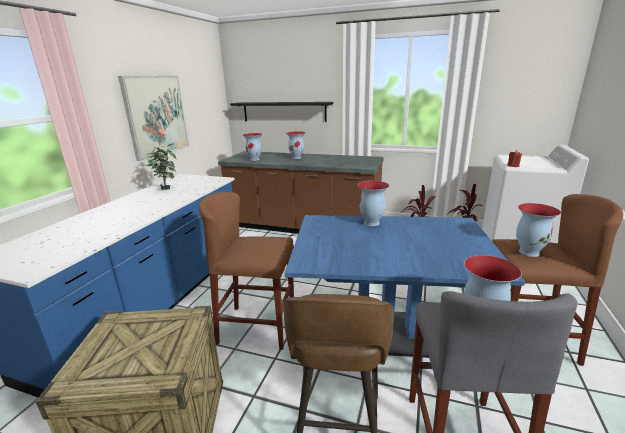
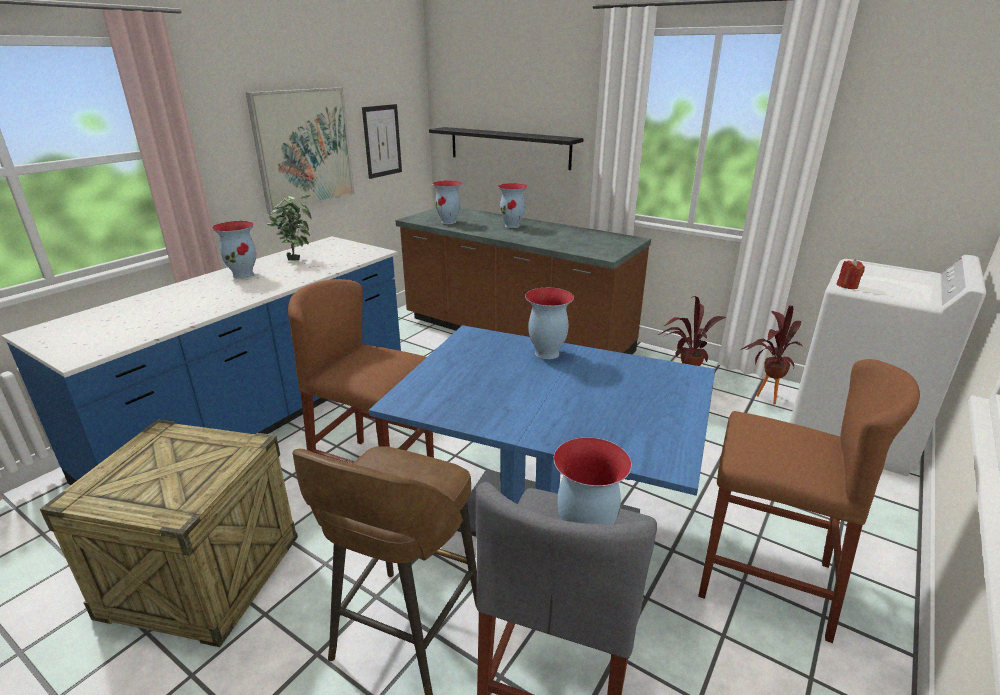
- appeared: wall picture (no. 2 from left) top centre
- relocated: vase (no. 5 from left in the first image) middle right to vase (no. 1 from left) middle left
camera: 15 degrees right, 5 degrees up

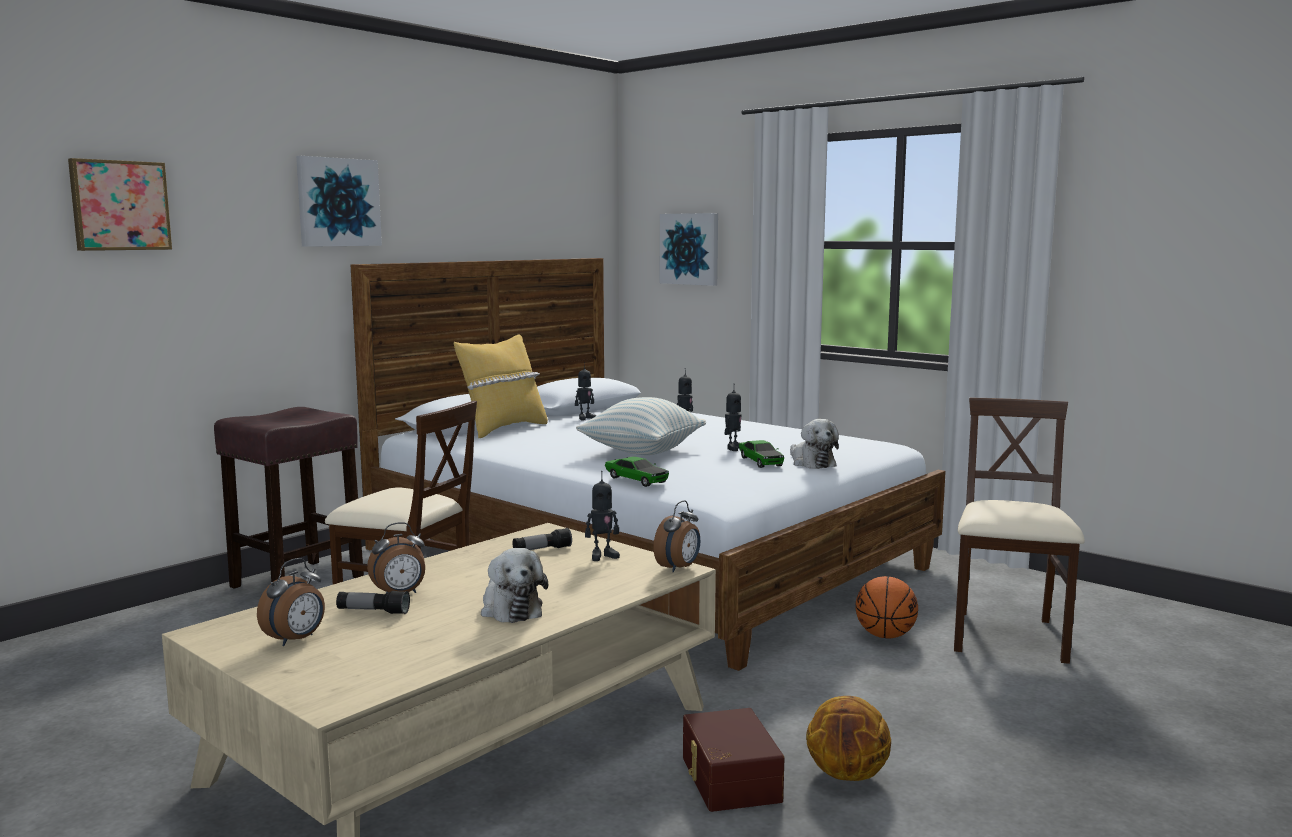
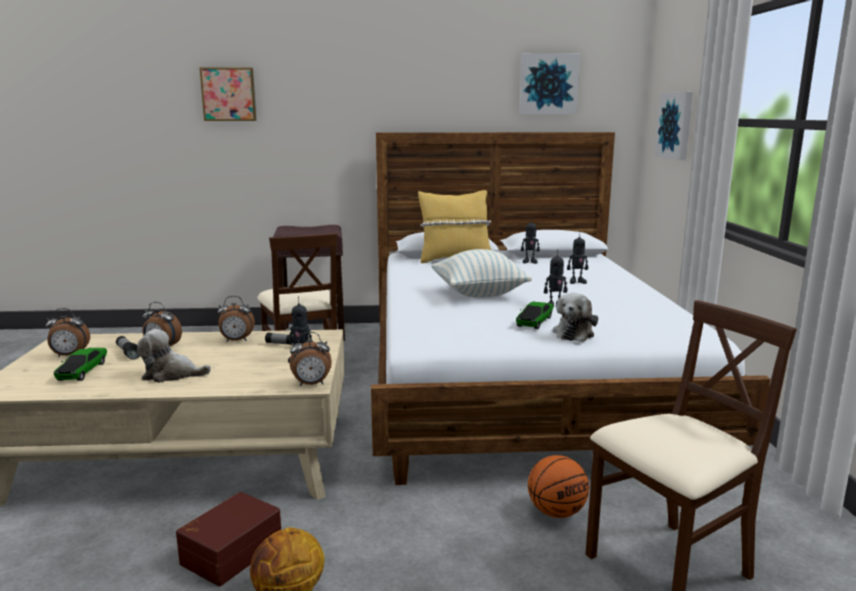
- appeared: table clock (no. 3 from left) middle left
- relocated: wall picture (no. 2 from left) top left to top centre
- relocated: miniature car (no. 1 from left) centre to middle left
- spun: cuddly toy (no. 1 from left) bottom centre = middle left 75 degrees clockwise
camera: 45 degrees right, 5 degrees up

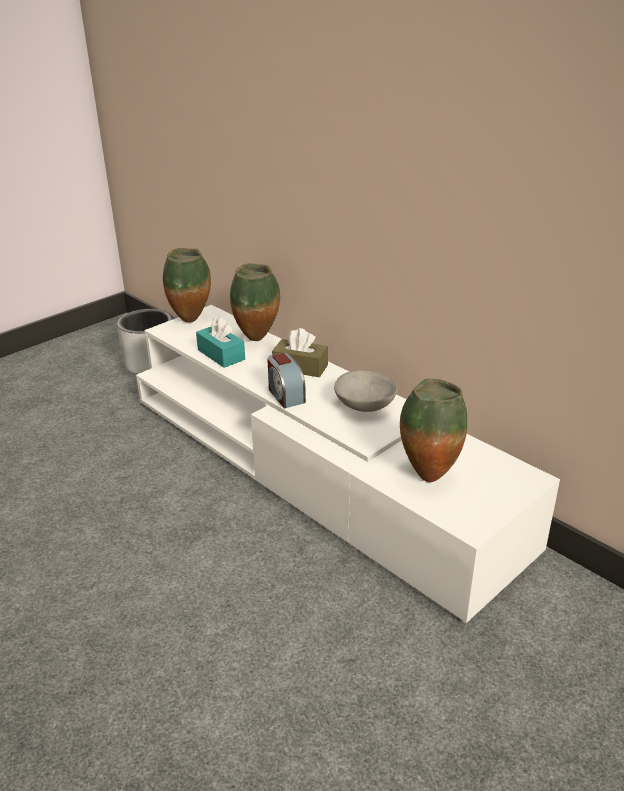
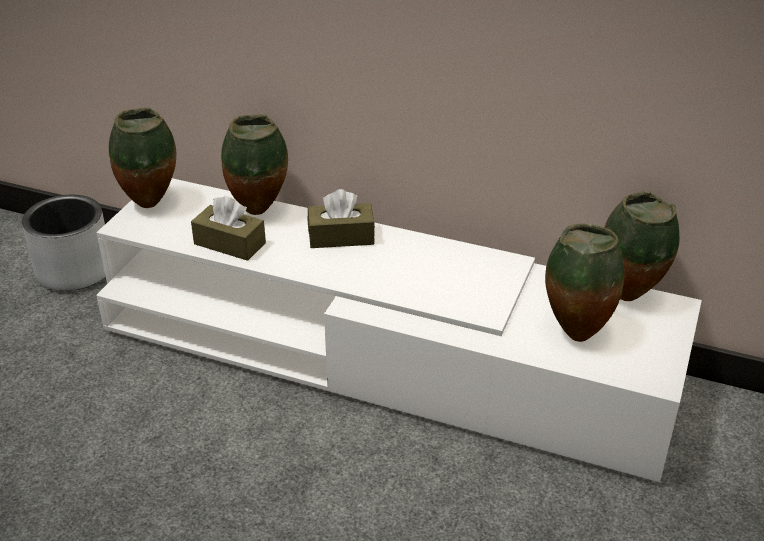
- missing: table clock centre
- missing: serving bowl (grey) centre
- appeared: vase (no. 4 from left) middle right
- colour: tissue holder (blue-green) centre to tissue holder (brown-coloured) (no. 1 from left) middle left
camera: 25 degrees left, 5 degrees up

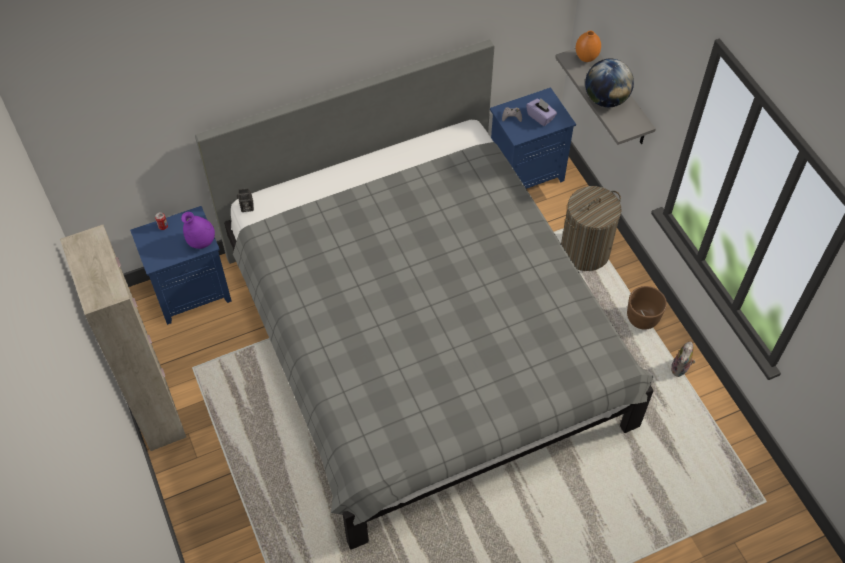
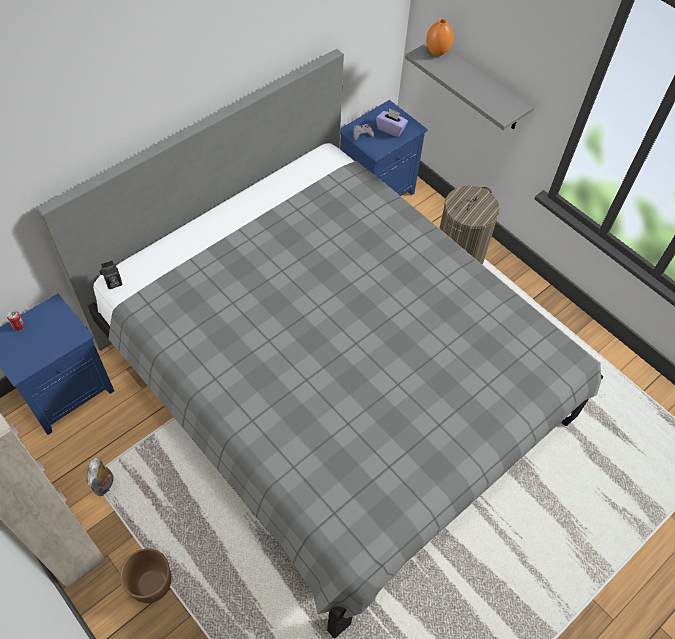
- missing: vase (purplish) middle left
- missing: world globe top right
- relocated: planter (brown-coloured) middle right to bottom left
- relocated: cuddly toy middle right to bottom left
camera: 20 degrees left, 0 degrees up

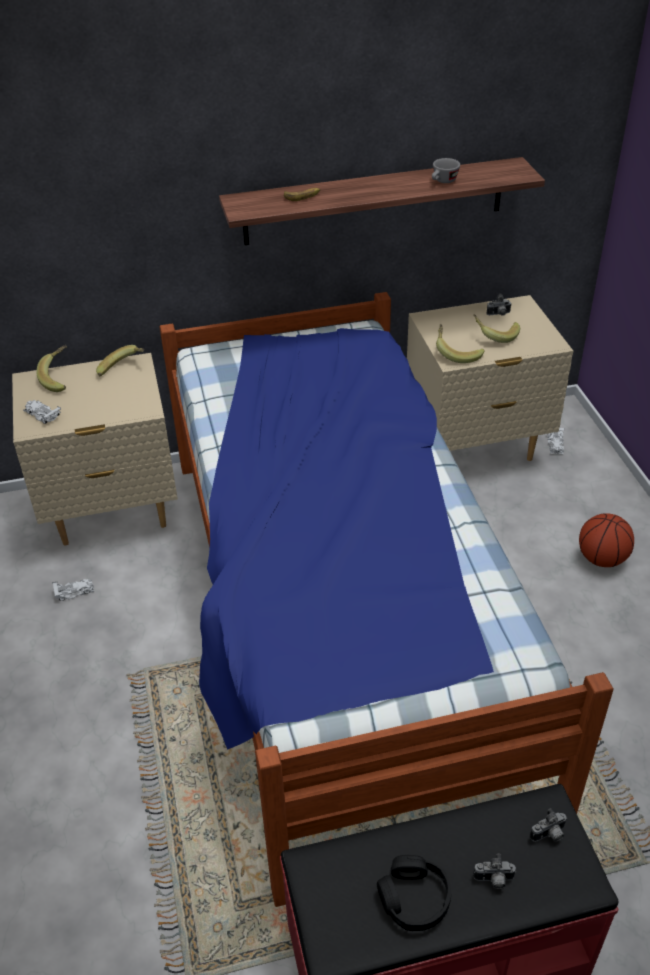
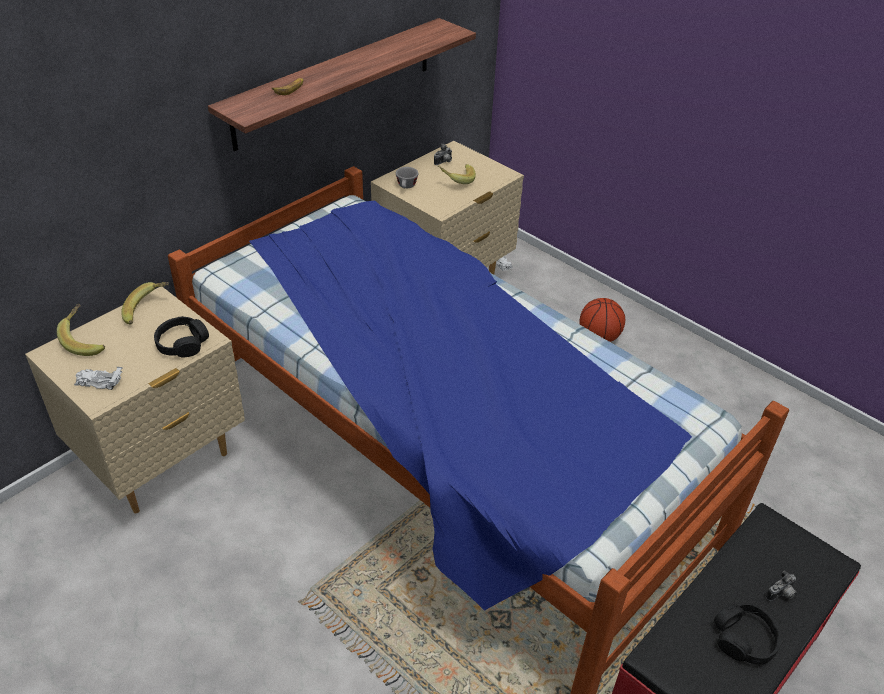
- missing: miniature car (white-coloured) (no. 2 from left) middle left
- missing: whole banana (no. 4 from left) middle right
- missing: photo camera (no. 3 from left) bottom right
- appeared: headphones (black) (no. 1 from left) middle left
- relocated: drinking cup (grey) top right to top centre
camera: 35 degrees left, 0 degrees up

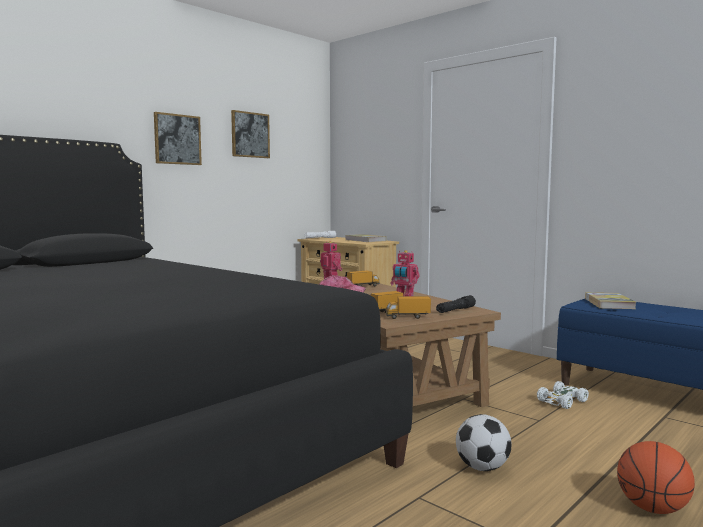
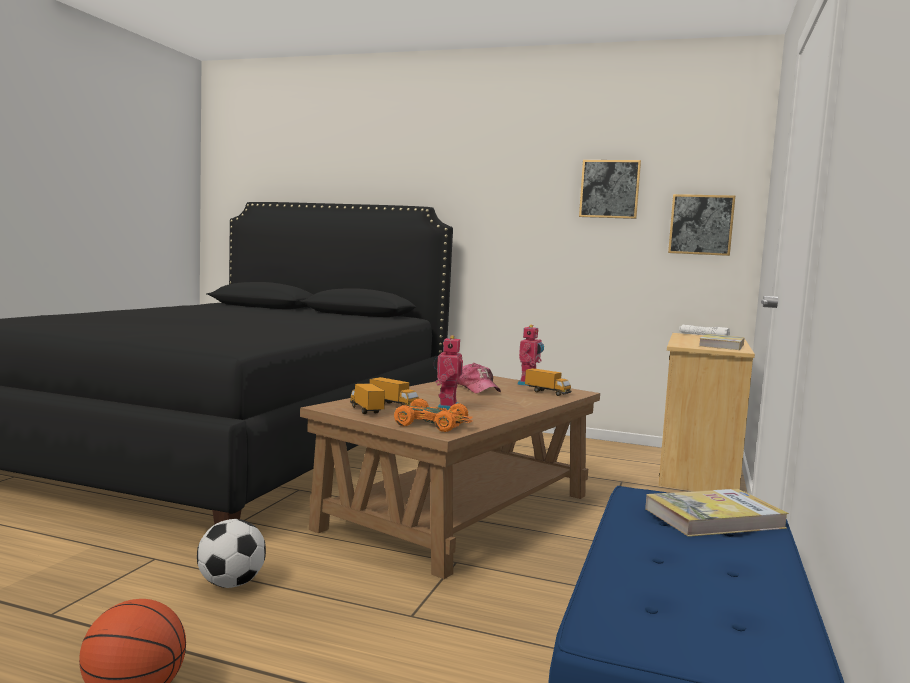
- missing: miniature car (white-coloured) bottom right
- relocated: wall picture (no. 1 from left in the first image) top left to wall picture (no. 2 from left) top right
- exchanged: torch (black) centre to miniature car (orangey) centre
camera: 65 degrees right, 0 degrees up

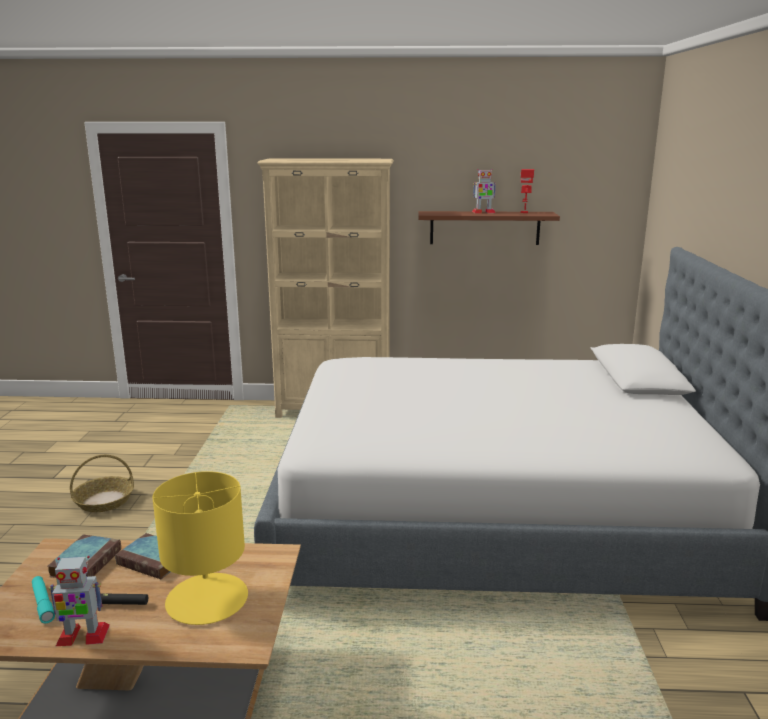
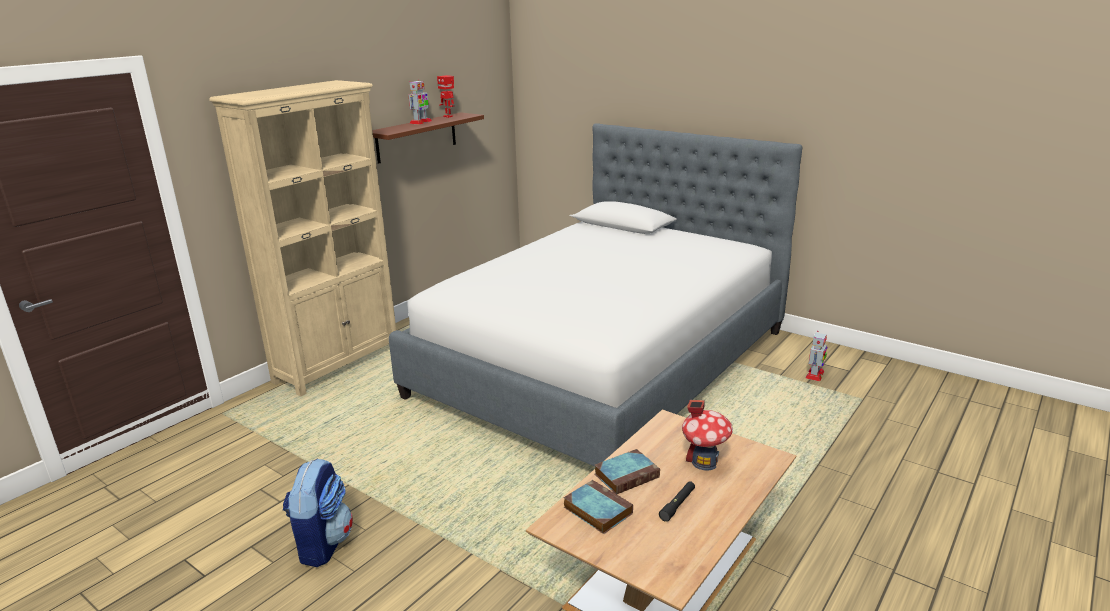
- missing: torch (blue-green) bottom left
- relocated: model robot (no. 1 from left in the first image) bottom left to model robot (no. 3 from left) middle right
- exchanged: household basket bottom left to rucksack bottom left
- exchanged: lamp for a table (yellowish) bottom left to toy house bottom centre
camera: 55 degrees left, 5 degrees up

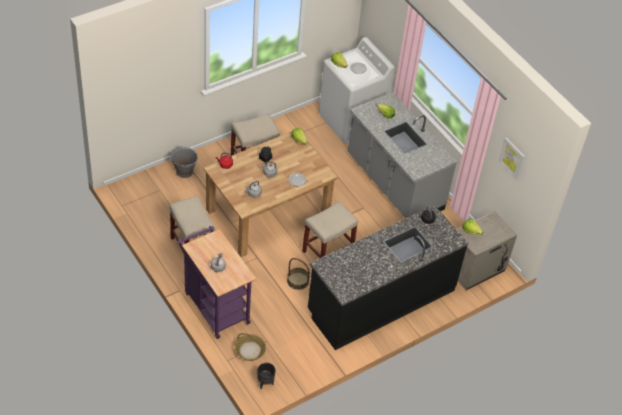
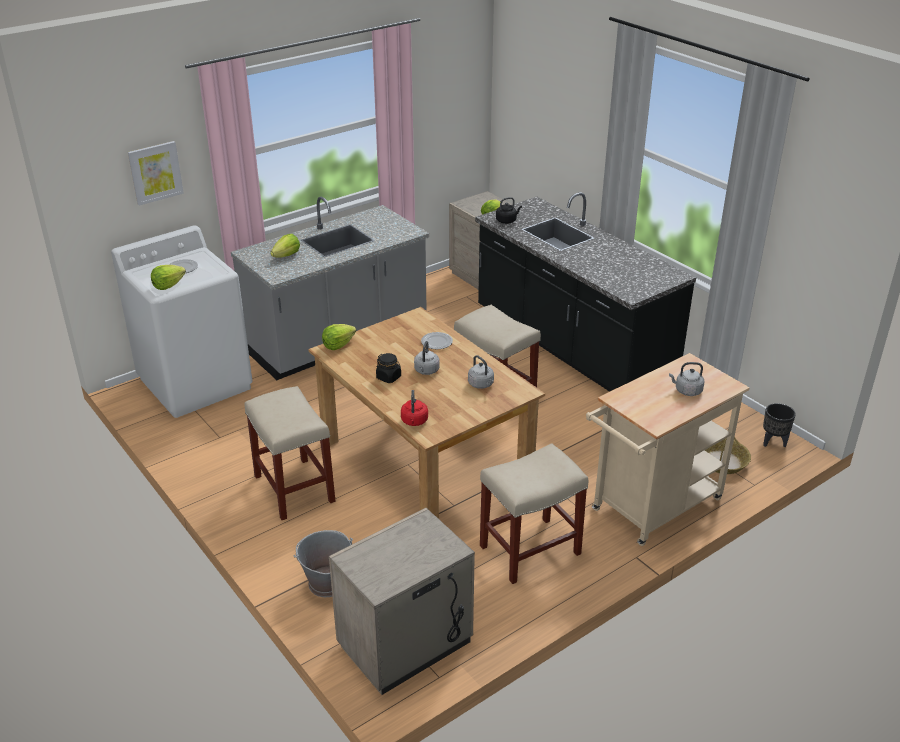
- missing: household basket (no. 2 from left) centre
- appeared: bedside table (sand-coloured) (no. 1 from left) bottom centre
- relocated: wall picture middle right to top left
- colour: trolley (purplish) bottom centre to trolley (sand-coloured) middle right
camera: 90 degrees left, 15 degrees down

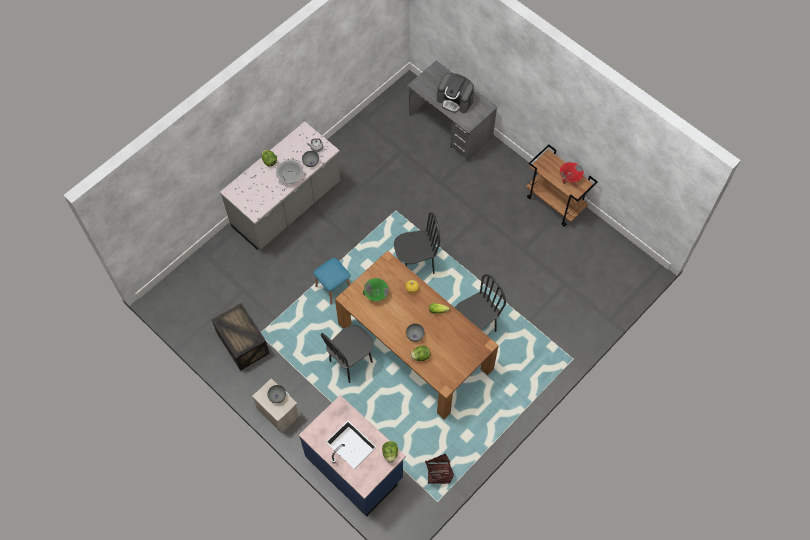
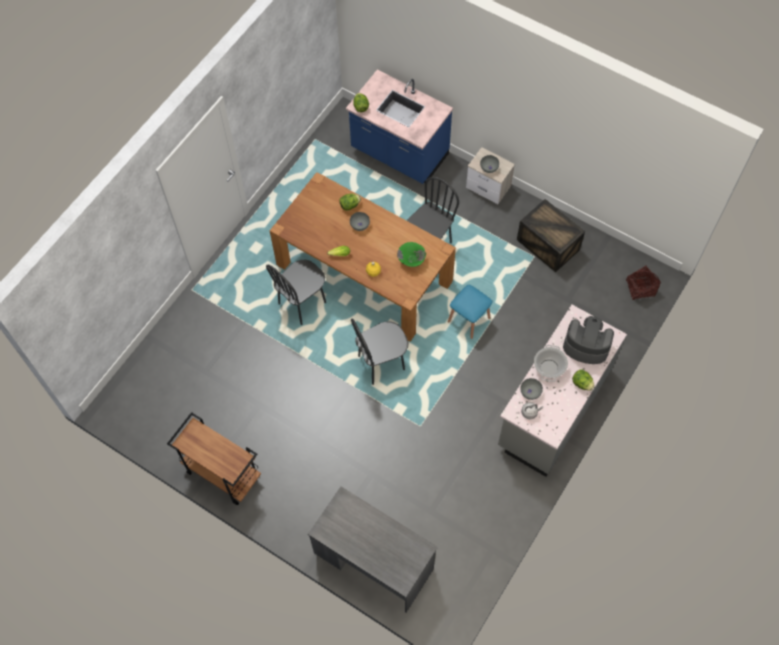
- missing: serving bowl (red-coloured) top right
- relocated: household basket bottom centre to middle right
- relocated: coffee machine top centre to middle right
camera: 170 degrees right, 0 degrees up

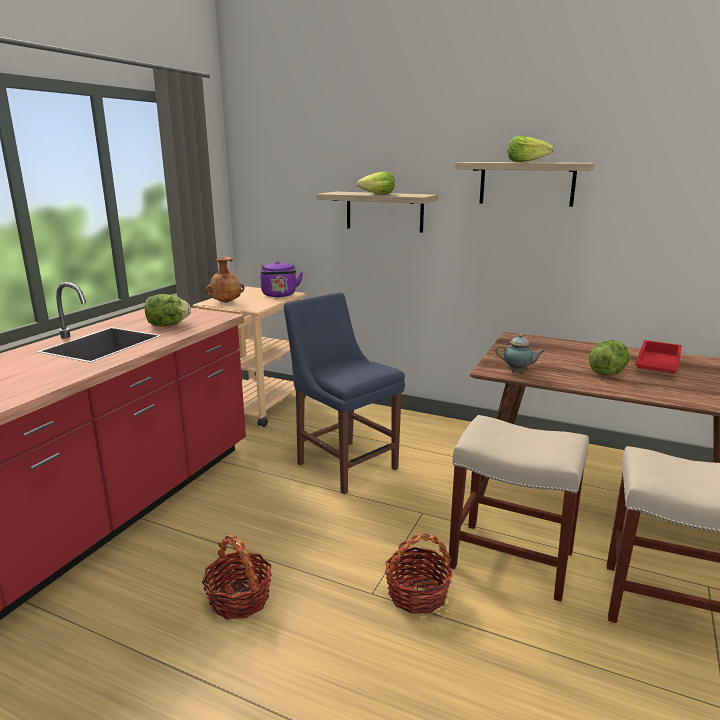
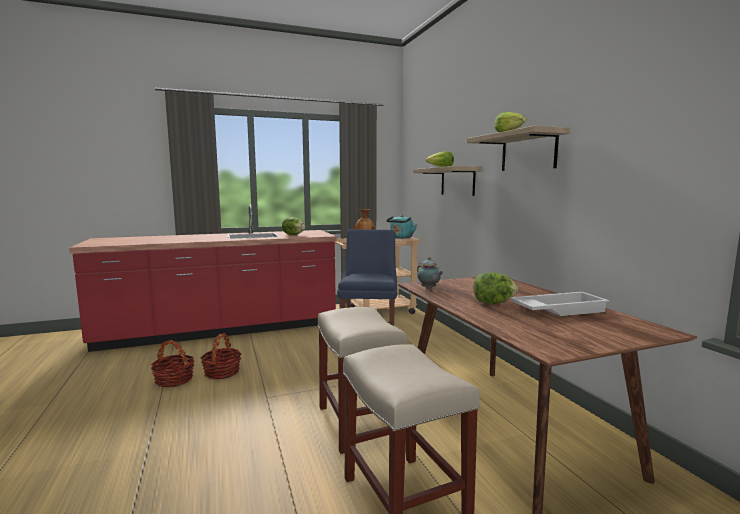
- relocated: household basket (no. 2 from left in the first image) bottom centre to household basket (no. 1 from left) bottom left
- colour: tea kettle (purplish) centre to tea kettle (blue-green) centre
- colour: serving tray (red-coloured) middle right to serving tray (white-coloured) middle right
camera: 45 degrees right, 10 degrees down

